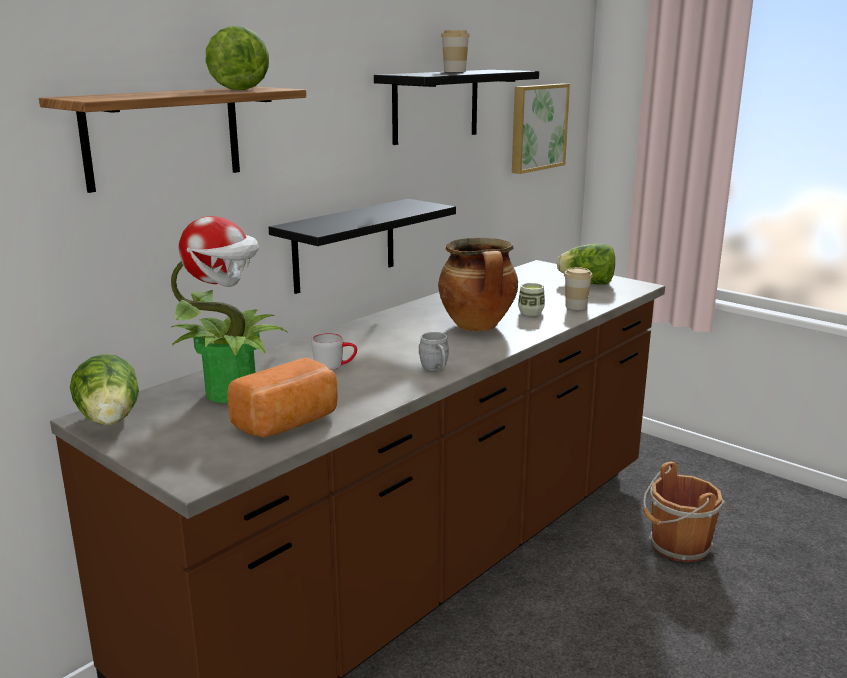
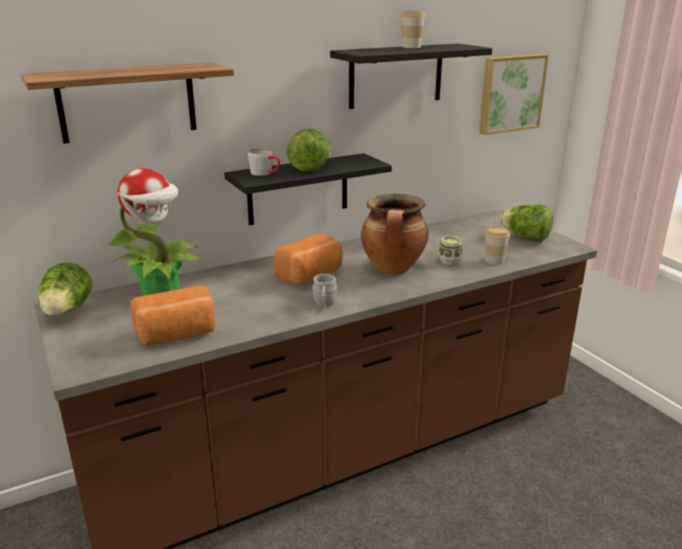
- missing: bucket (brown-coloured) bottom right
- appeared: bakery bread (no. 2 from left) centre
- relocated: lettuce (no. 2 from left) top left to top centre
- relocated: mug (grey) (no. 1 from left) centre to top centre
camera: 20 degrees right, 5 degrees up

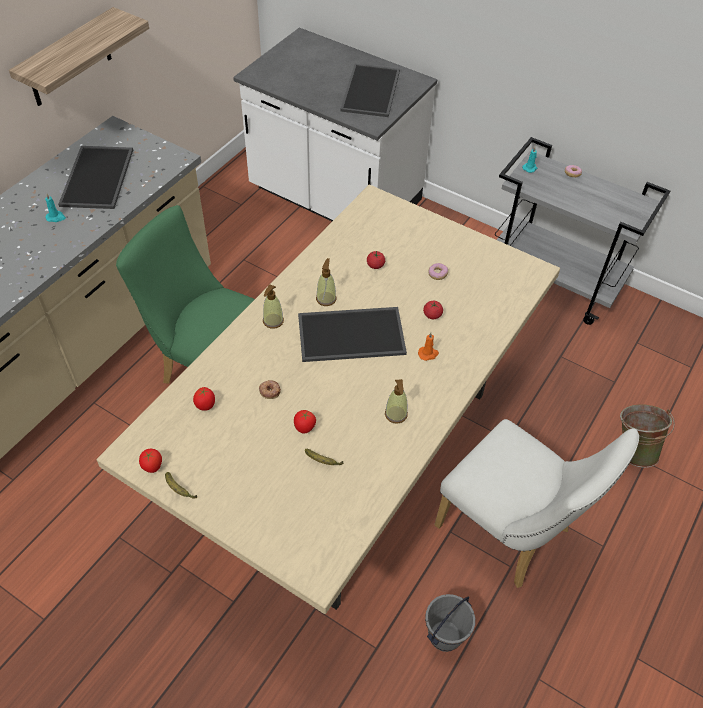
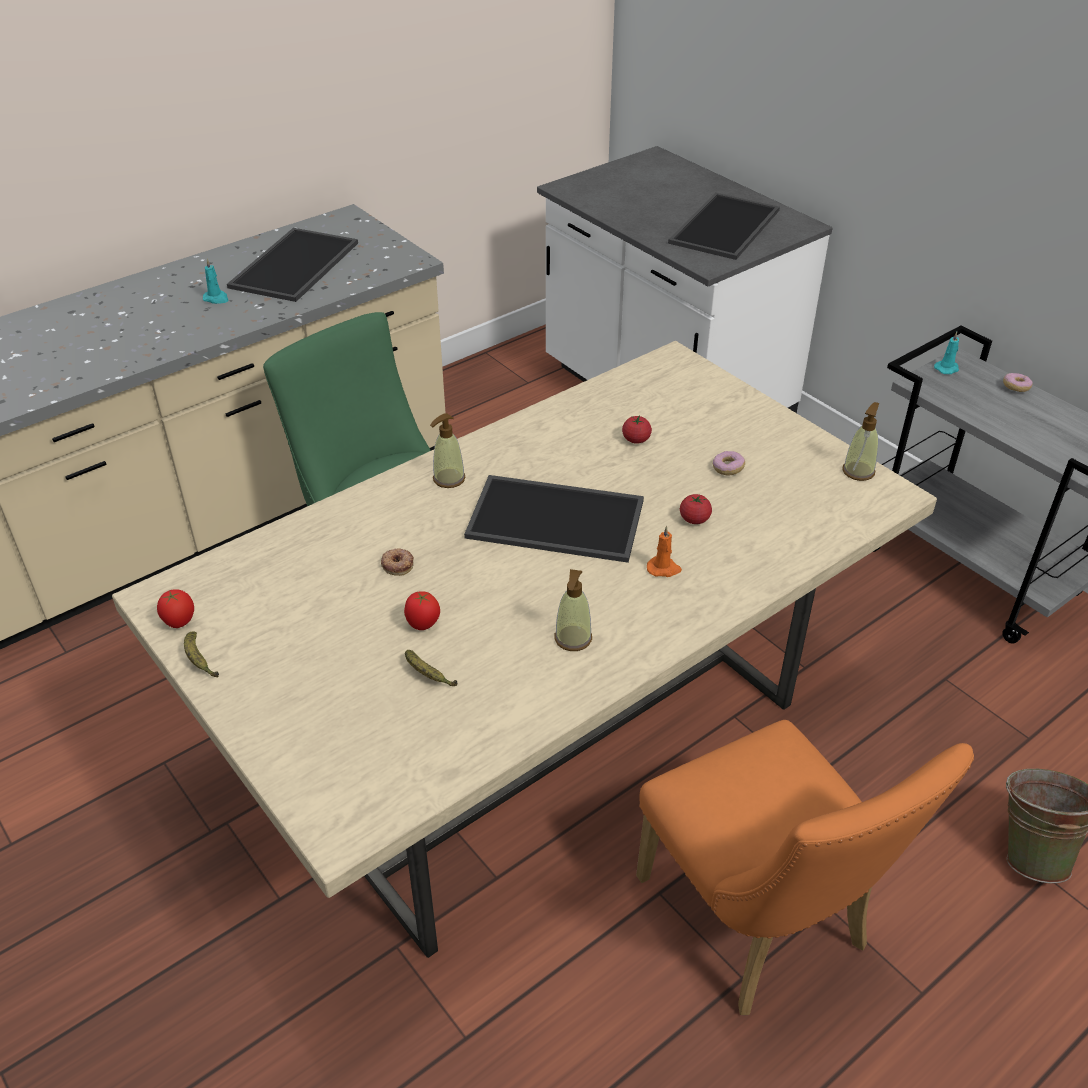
- missing: wall shelf top left
- missing: whole tomato (no. 2 from left) middle left
- missing: bucket (grey) bottom centre
- relocated: soap dispenser (no. 2 from left in the first image) centre to soap dispenser (no. 3 from left) middle right
- colour: upright chair (white-coloured) bottom right to upright chair (orangey) bottom right
camera: 20 degrees right, 10 degrees down

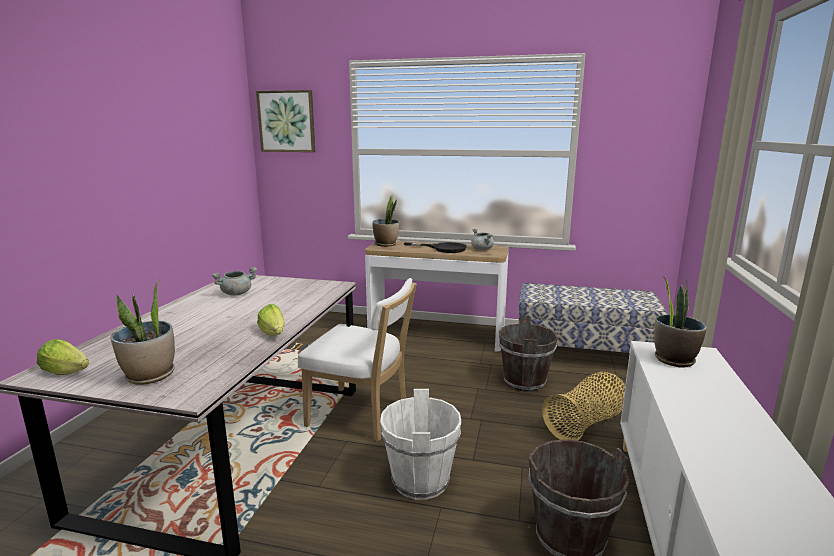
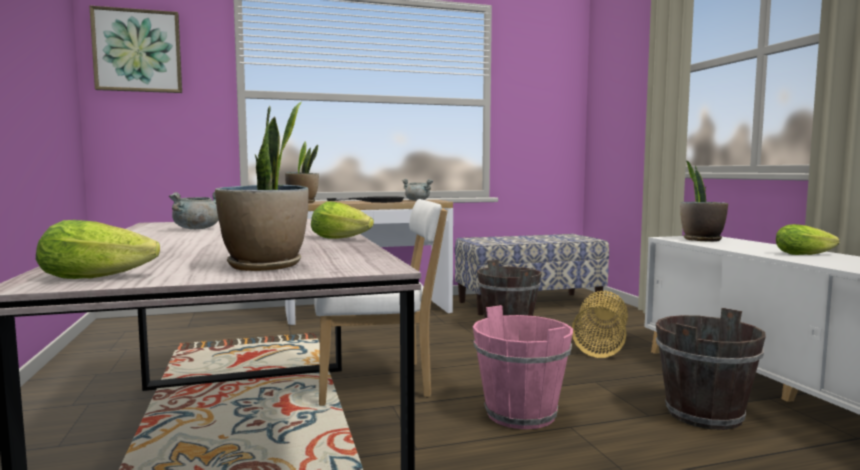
- appeared: lettuce (no. 3 from left) middle right
- colour: bucket (white-coloured) bottom centre to bucket (pink-coloured) bottom centre
camera: 30 degrees left, 10 degrees down

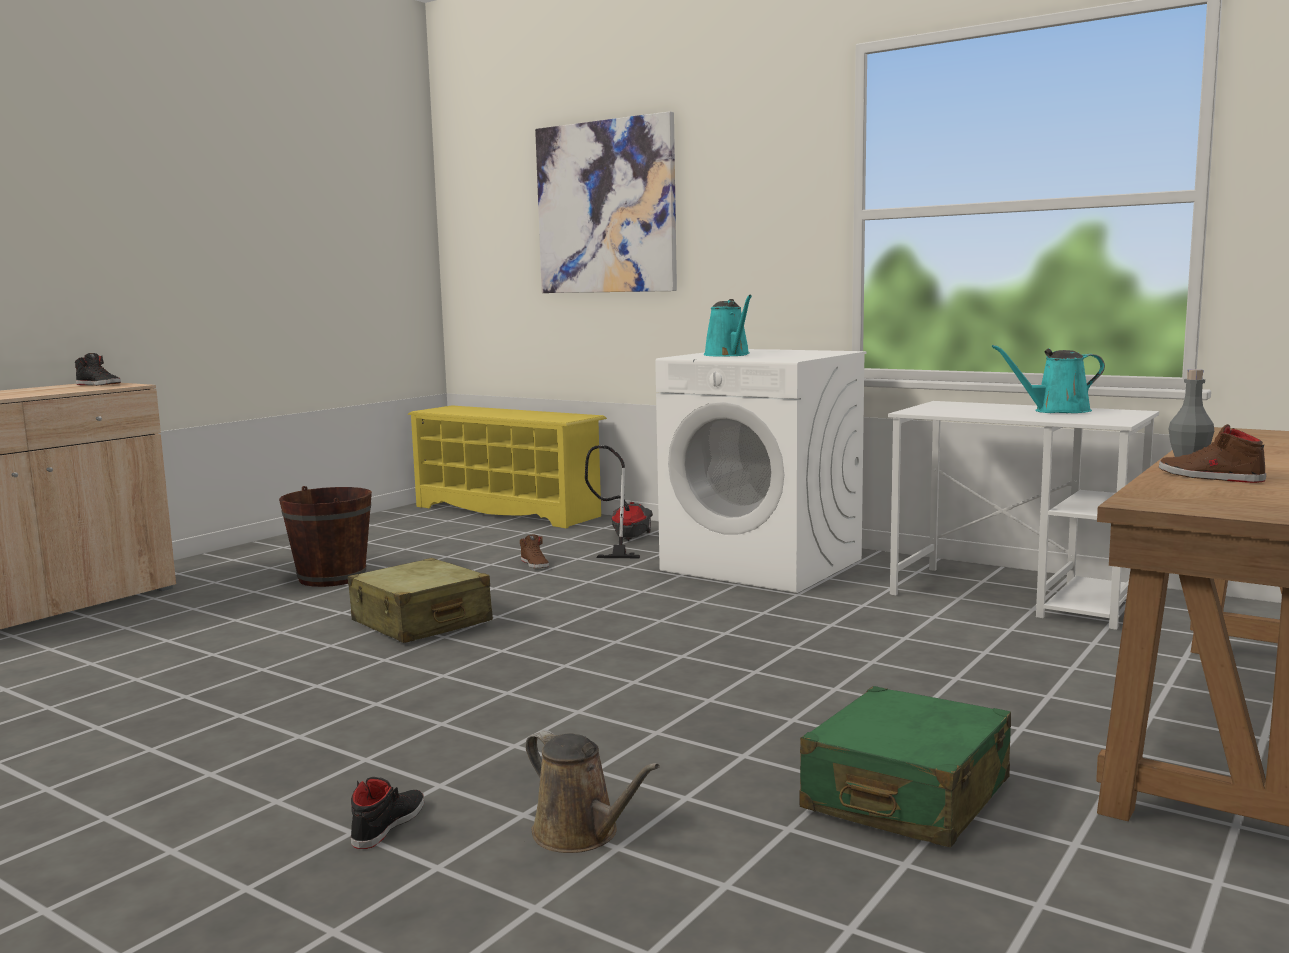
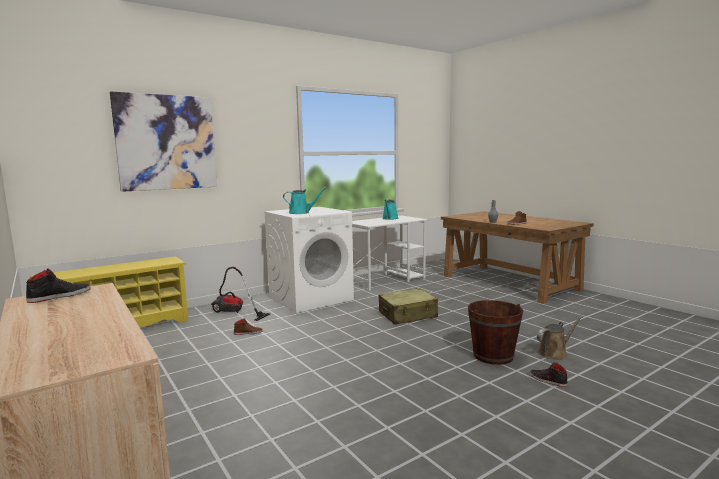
- missing: suitcase (green) bottom right
- relocated: bucket (brown-coloured) middle left to bottom right
- relocated: suitcase (sand-coloured) middle left to centre
camera: 70 degrees left, 0 degrees up

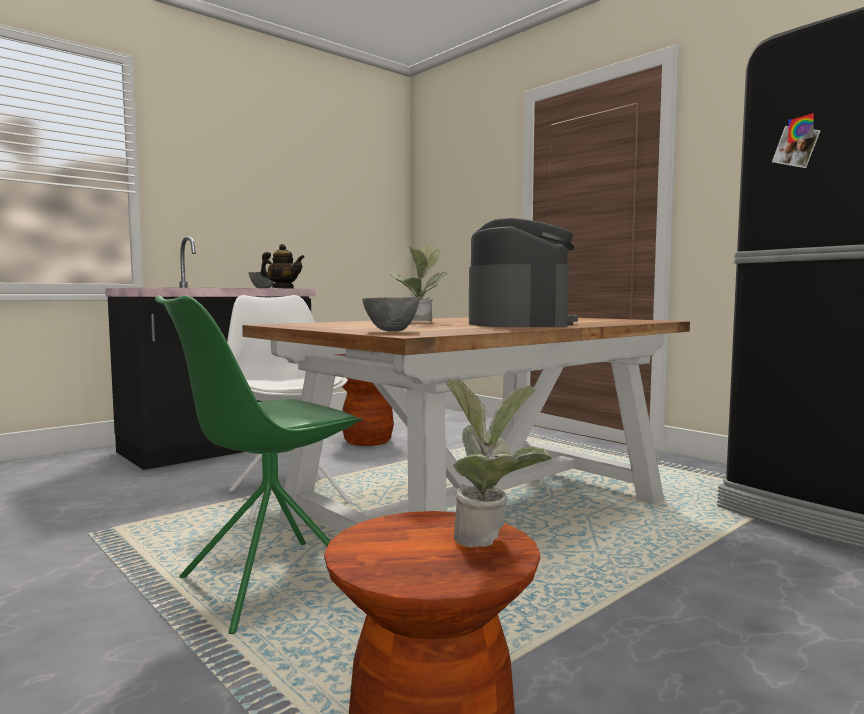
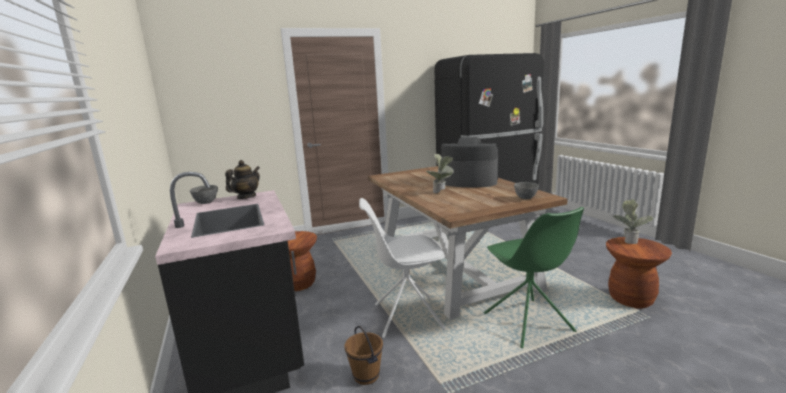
- appeared: bucket (brown-coloured) bottom centre
camera: 70 degrees left, 10 degrees up

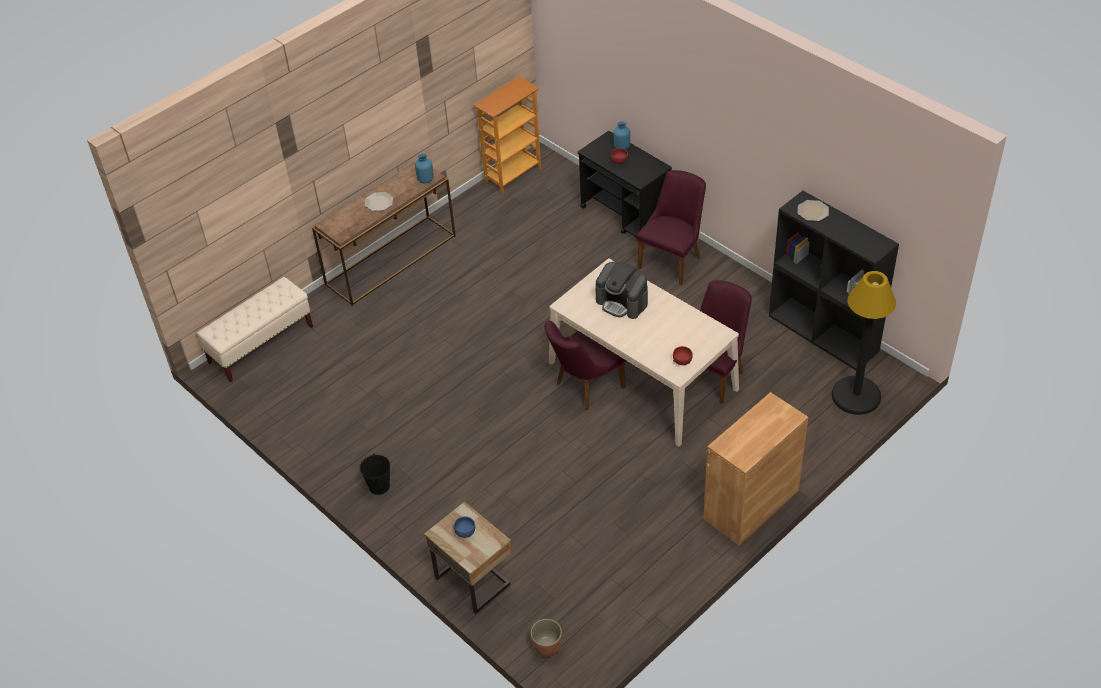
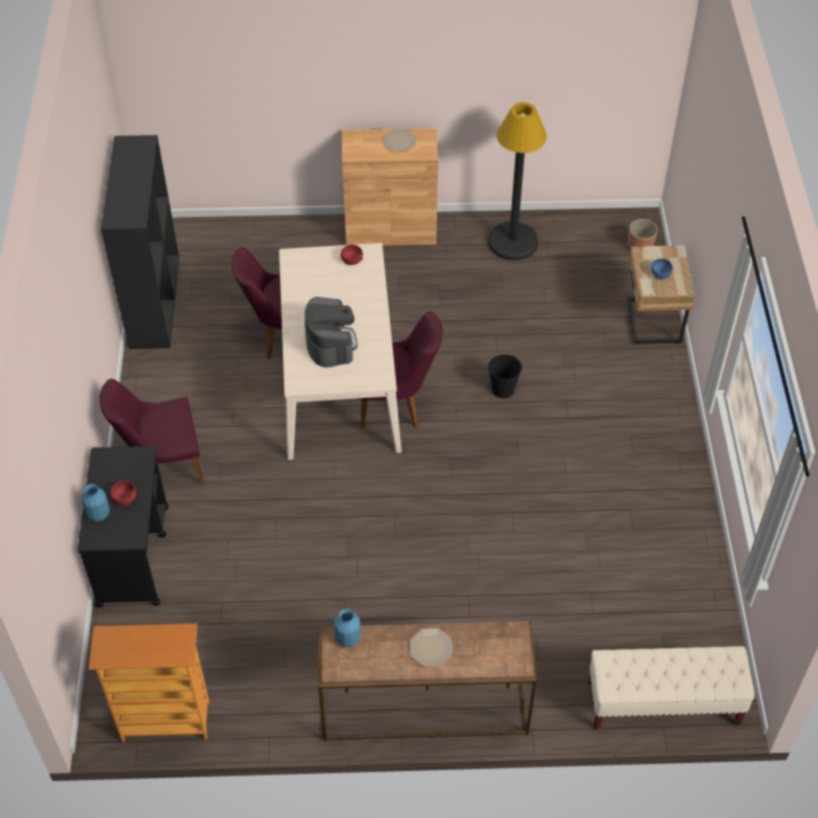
- relocated: bucket (black) bottom centre to centre
- relocated: dinner plate (no. 2 from left in the first image) top right to dinner plate (no. 1 from left) top centre
- relocated: standing lamp (black) middle right to top centre
camera: 140 degrees left, 5 degrees up

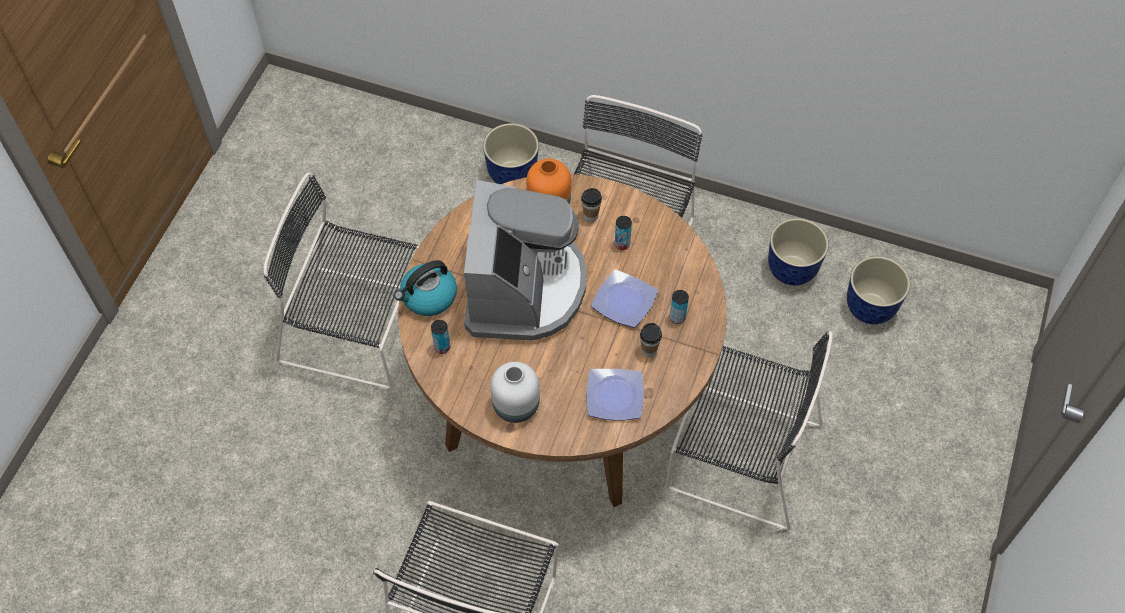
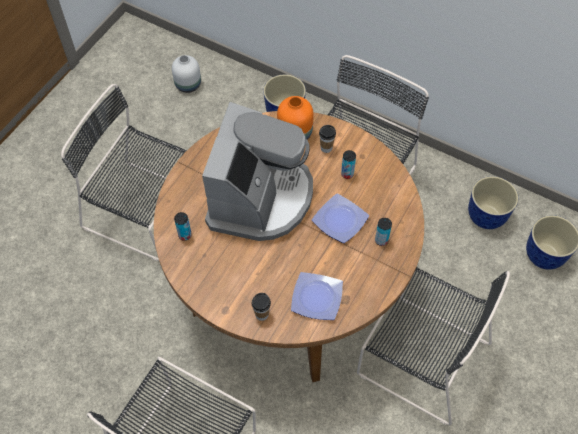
- missing: tea kettle centre
- relocated: vase (white-coloured) centre to top left
- relocated: drinking cup (no. 2 from left in the first image) centre to drinking cup (no. 1 from left) bottom centre
camera: 10 degrees right, 0 degrees up

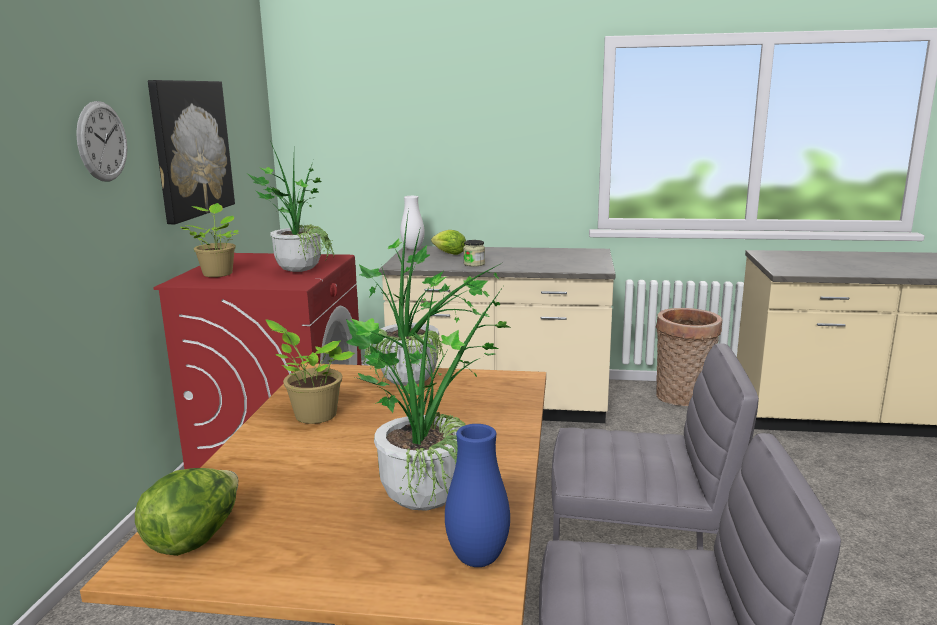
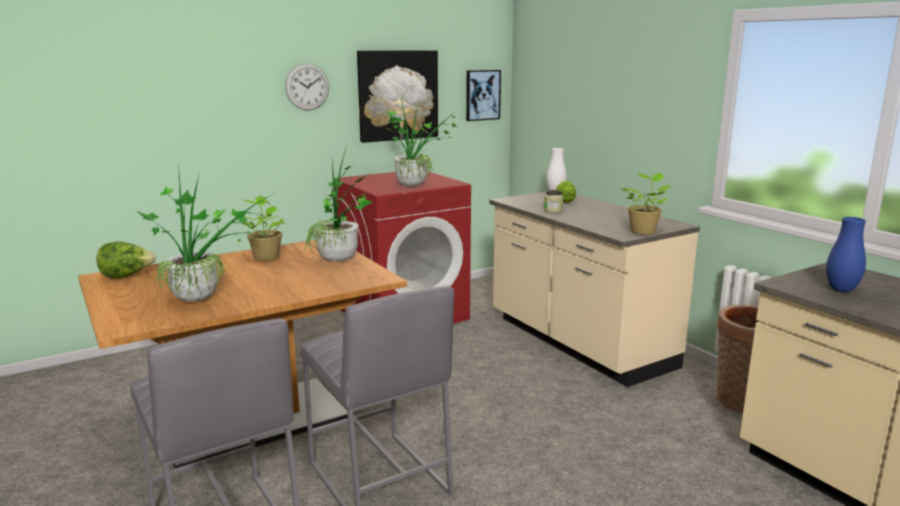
- appeared: wall picture (no. 2 from left) top centre
- relocated: potted plant (no. 1 from left in the first image) middle left to potted plant (no. 5 from left) middle right
- relocated: vase (bluish) bottom centre to middle right
camera: 50 degrees right, 0 degrees up

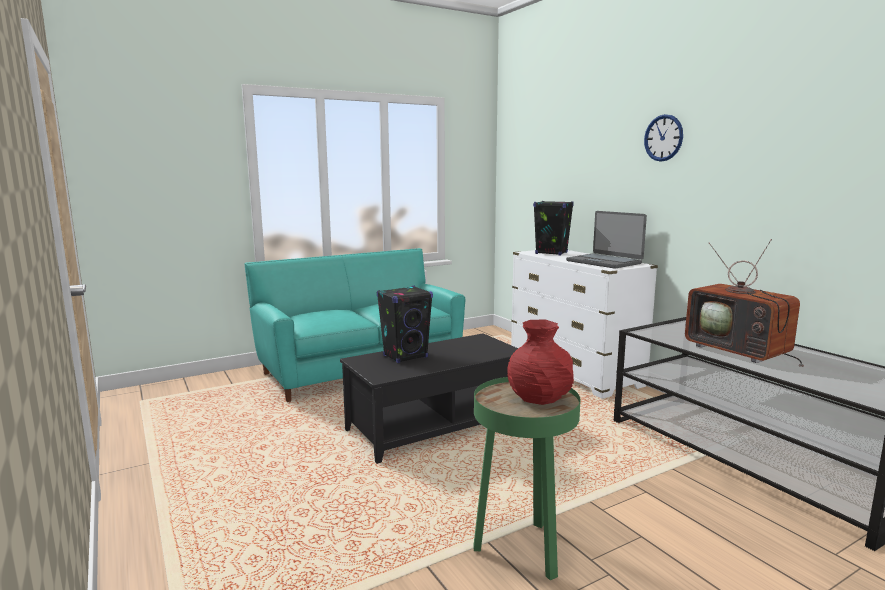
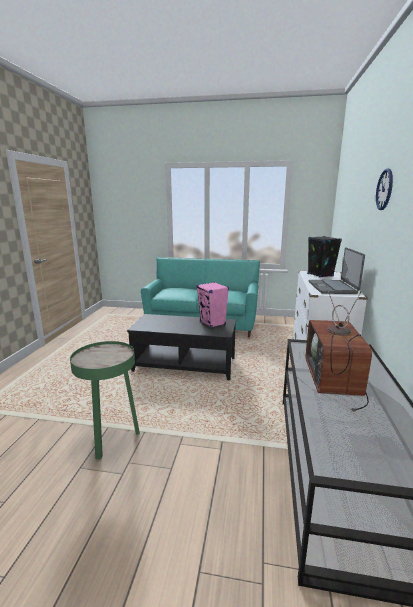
- missing: audio speaker (black) (no. 1 from left) centre
- missing: vase (red-coloured) centre
- appeared: audio speaker (pink-coloured) centre
camera: 40 degrees right, 5 degrees up

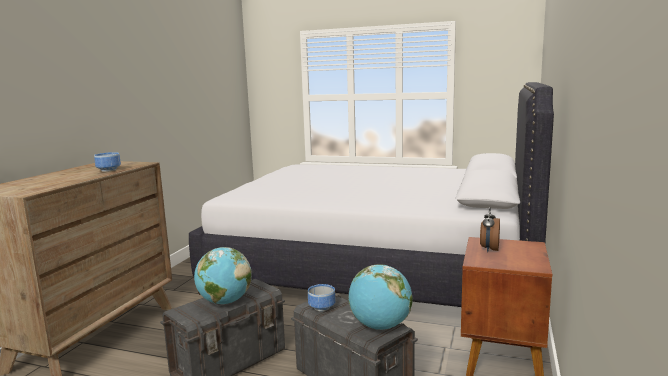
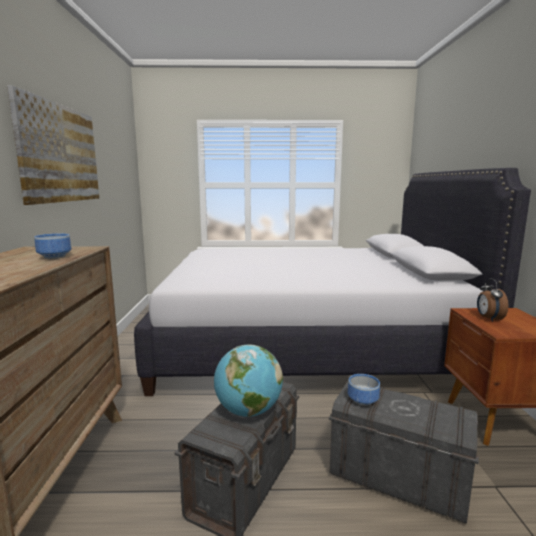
- missing: world globe (no. 2 from left) bottom centre
- appeared: wall picture top left
camera: 20 degrees left, 0 degrees up

